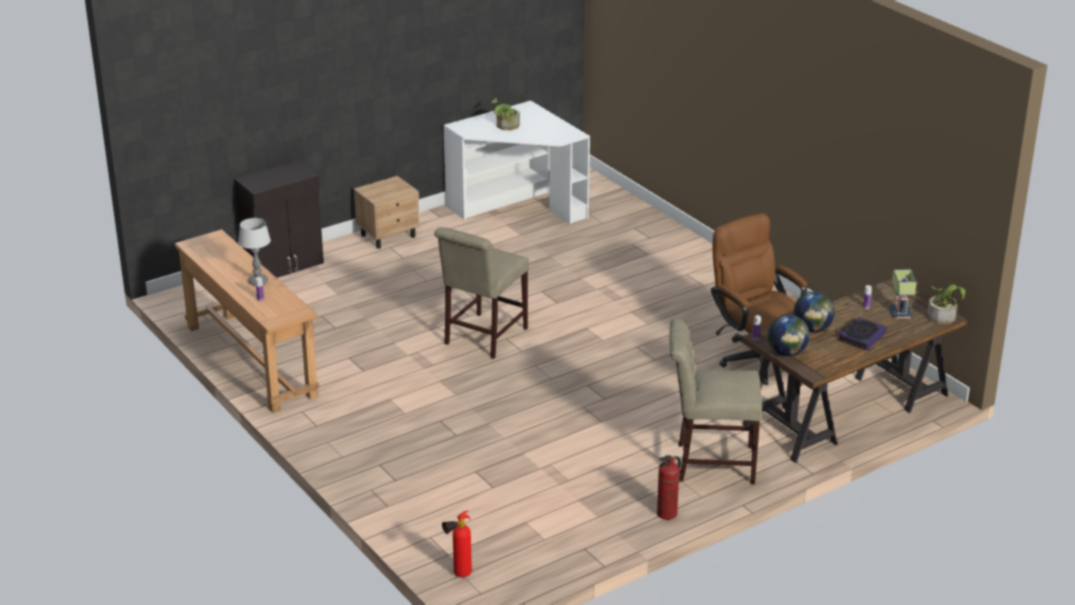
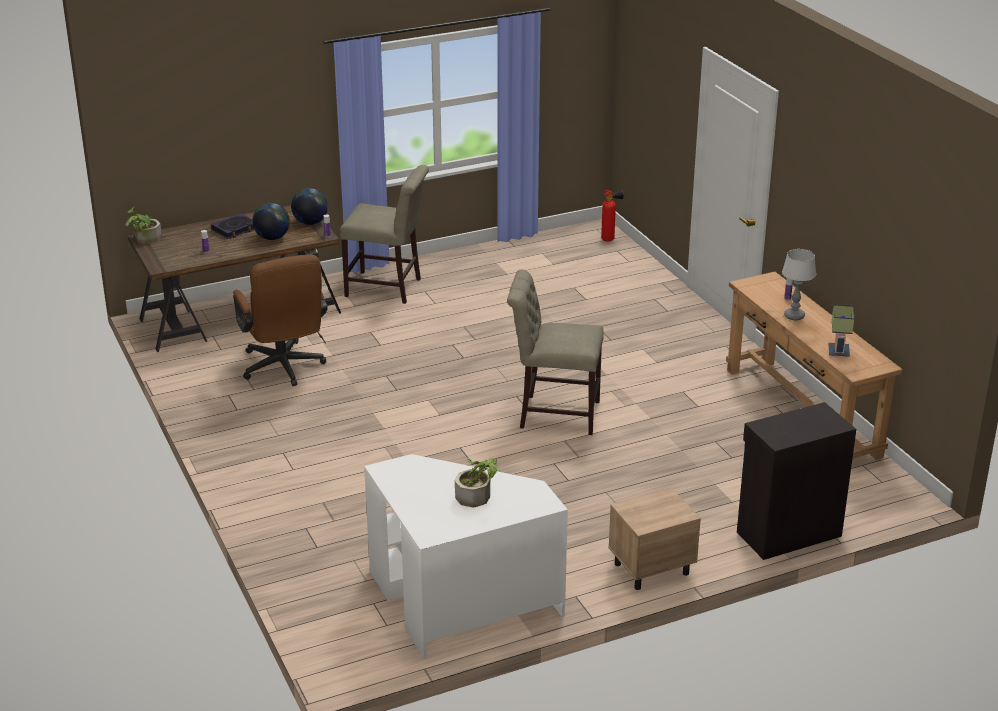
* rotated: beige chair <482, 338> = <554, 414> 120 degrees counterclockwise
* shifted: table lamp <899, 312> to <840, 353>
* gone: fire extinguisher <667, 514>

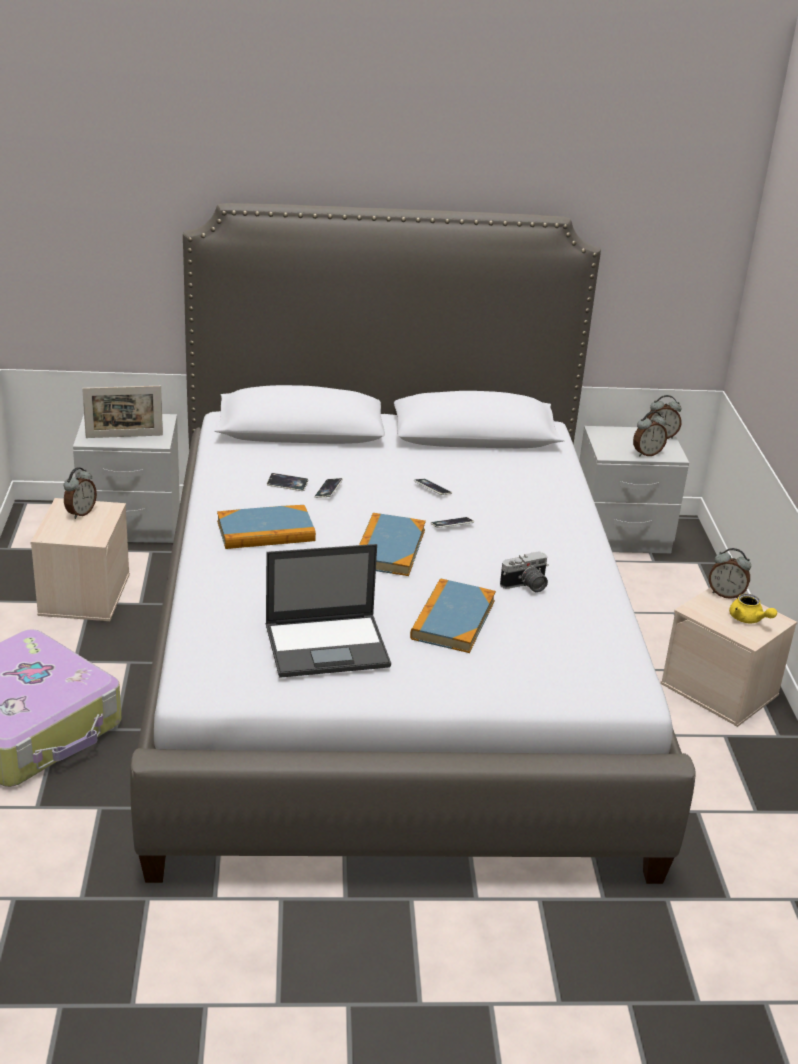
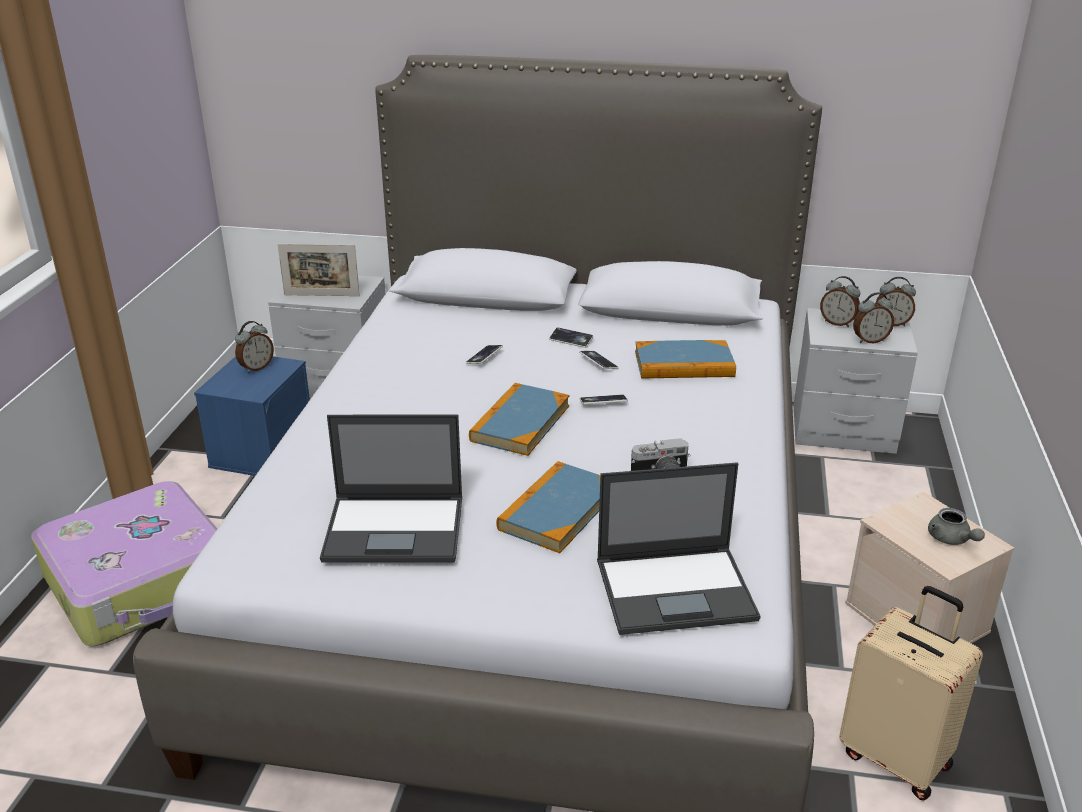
* shifted: phone <287, 484> to <571, 340>
* repainted: beige storage box <83, 593> to blue storage box <262, 449>
* shifted: book <265, 531> to <684, 364>
* shifted: alarm clock <726, 594> to <837, 323>
* repainted: yellow teapot <748, 619> to grey teapot <951, 539>
* new: laptop <677, 589>
* new: beige suitcase <896, 758>

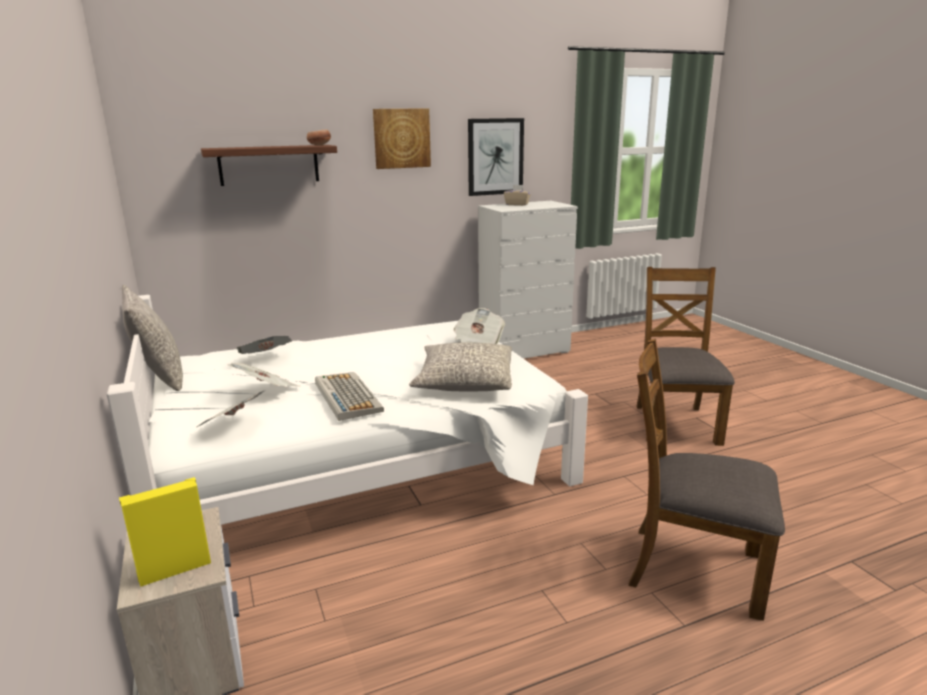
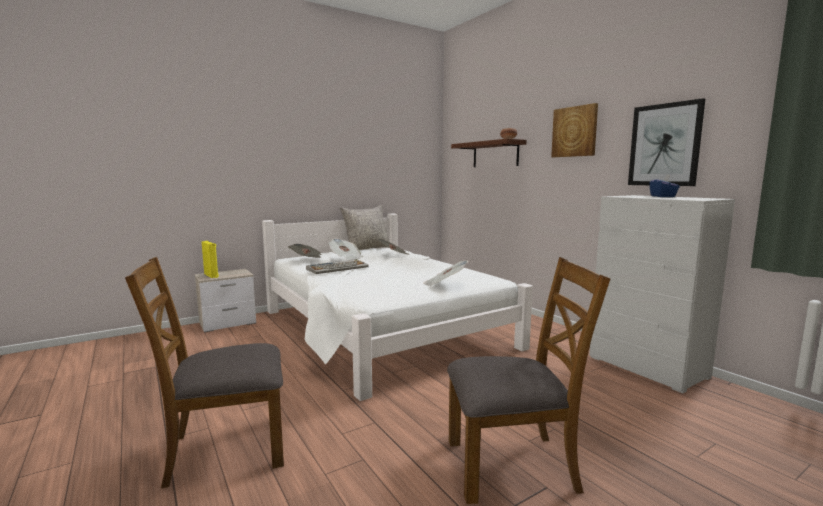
* repainted: beige tissue box <517, 204> to blue tissue box <663, 196>
* rotated: brown chair <693, 568> = <226, 449> 120 degrees counterclockwise
* gone: grey pillow <464, 381>

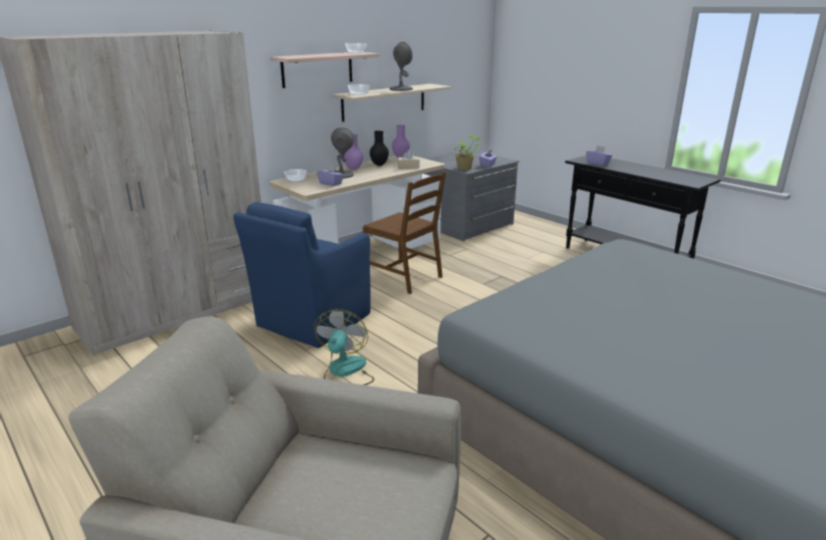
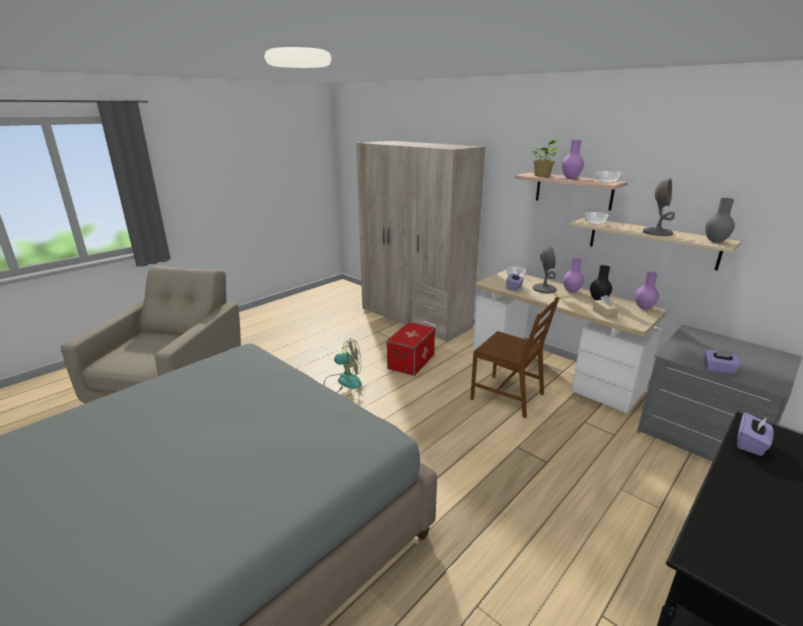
* shifted: potted plant <465, 168> to <542, 176>
* rotated: brown chair <405, 277> = <508, 396> 90 degrees counterclockwise
* swapped: blue armchair <311, 322> to storage box <411, 361>
* new: purple vase <570, 178>
* new: grey vase <716, 241>

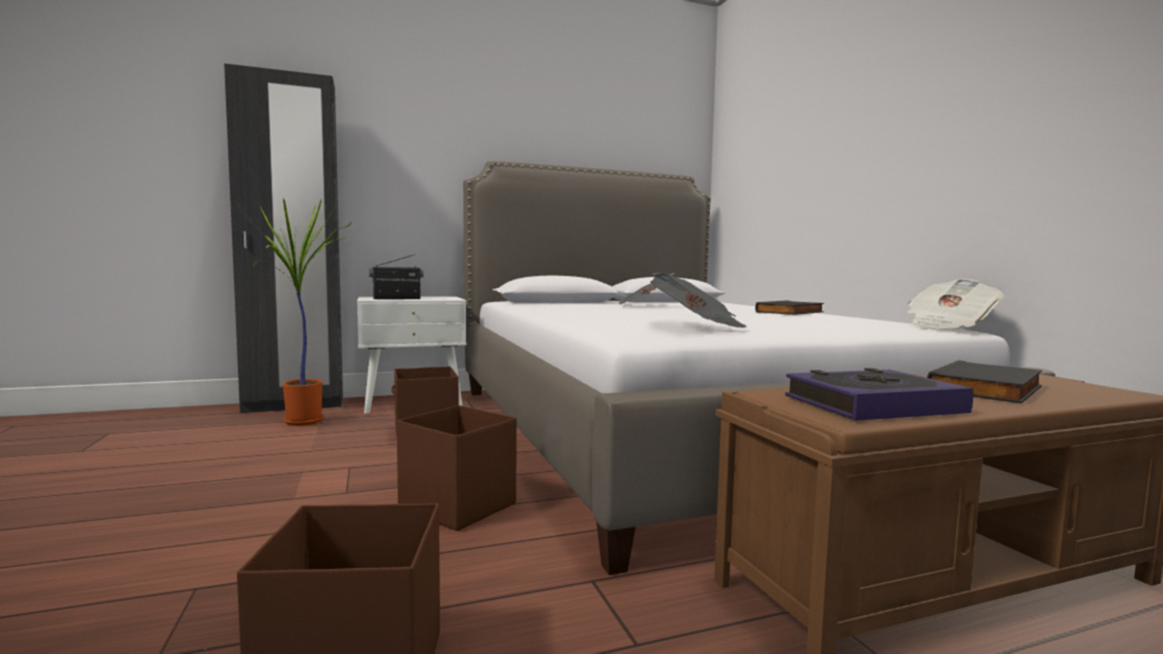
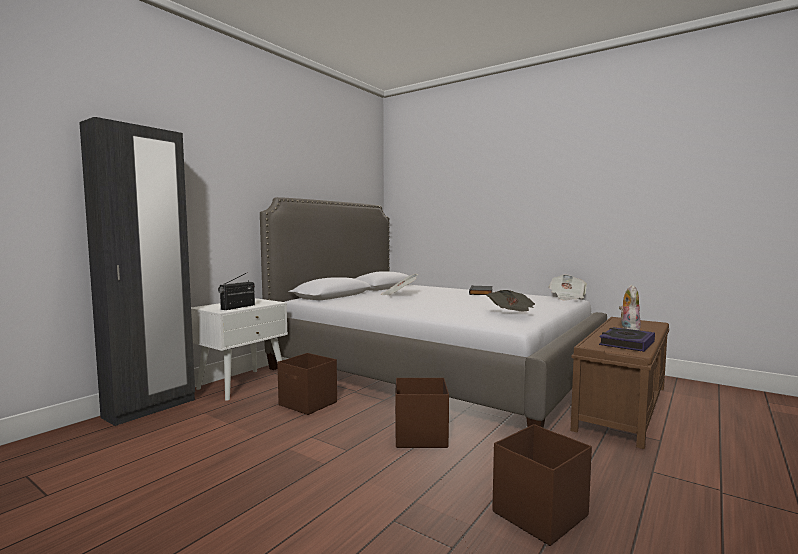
* gone: potted plant <305, 422>
* swapped: black book <988, 389> to plush toy <628, 328>

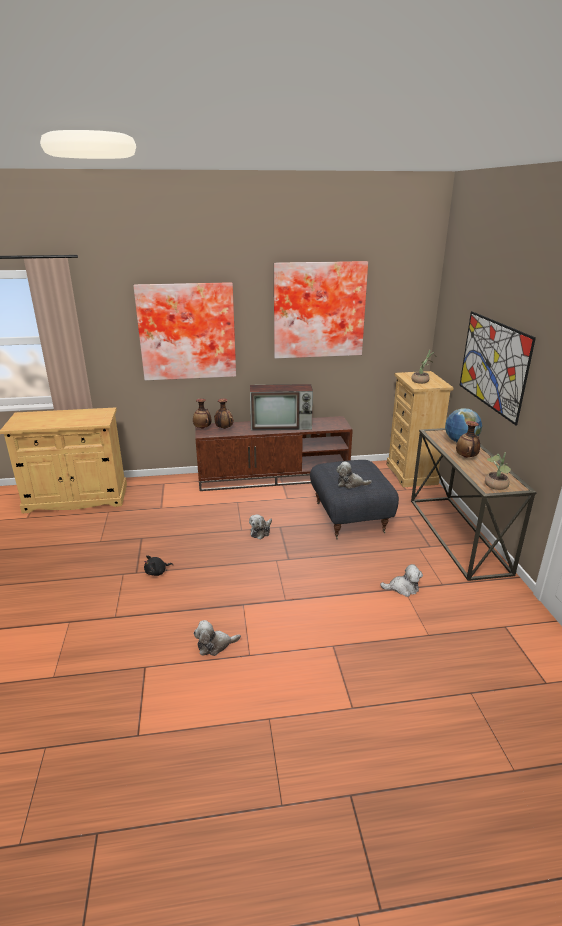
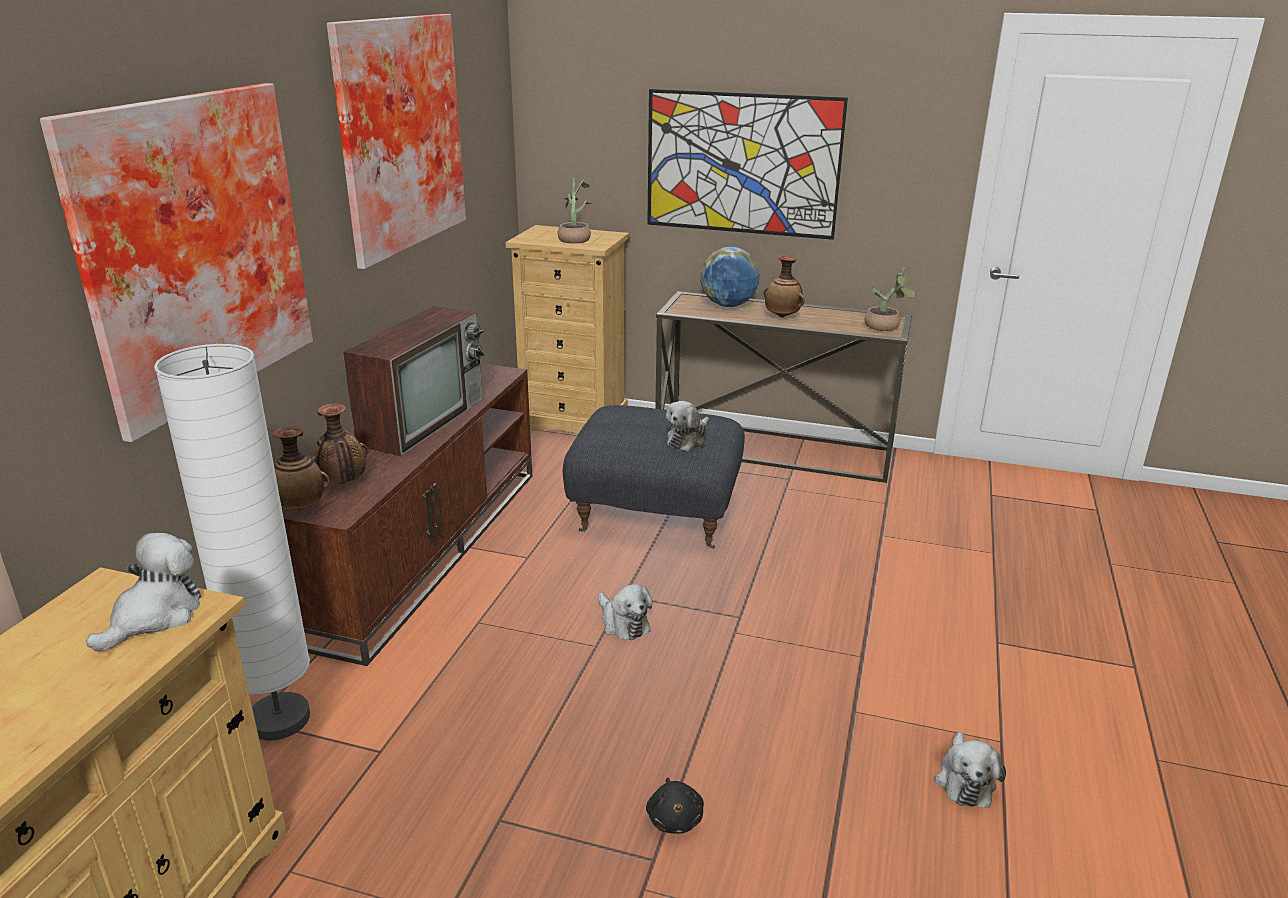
* shifted: plush toy <403, 588> to <155, 616>
* new: white floor lamp <279, 720>

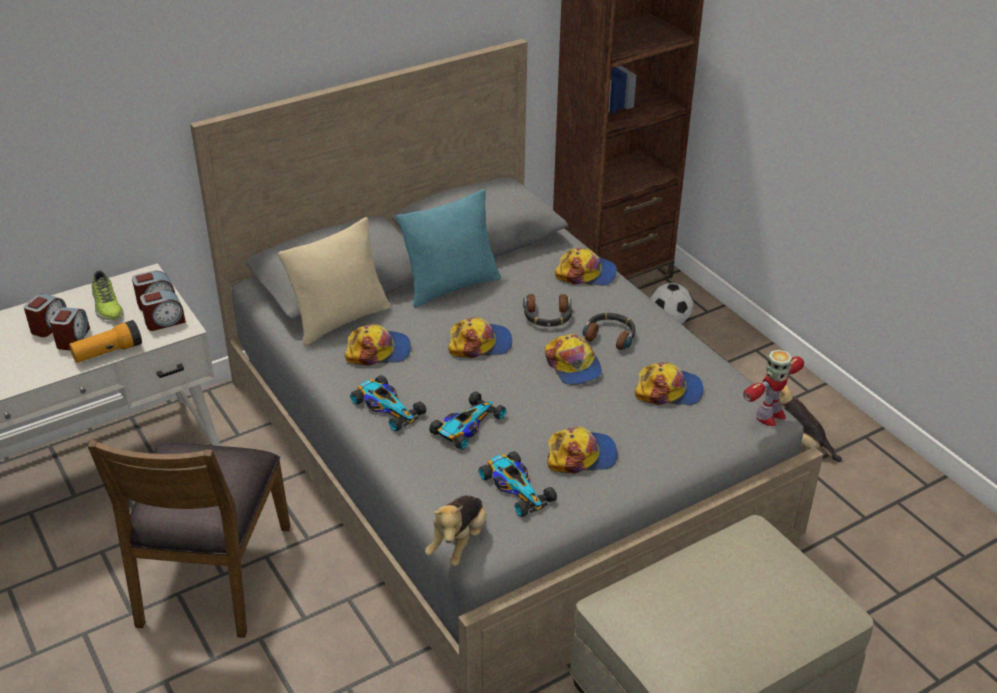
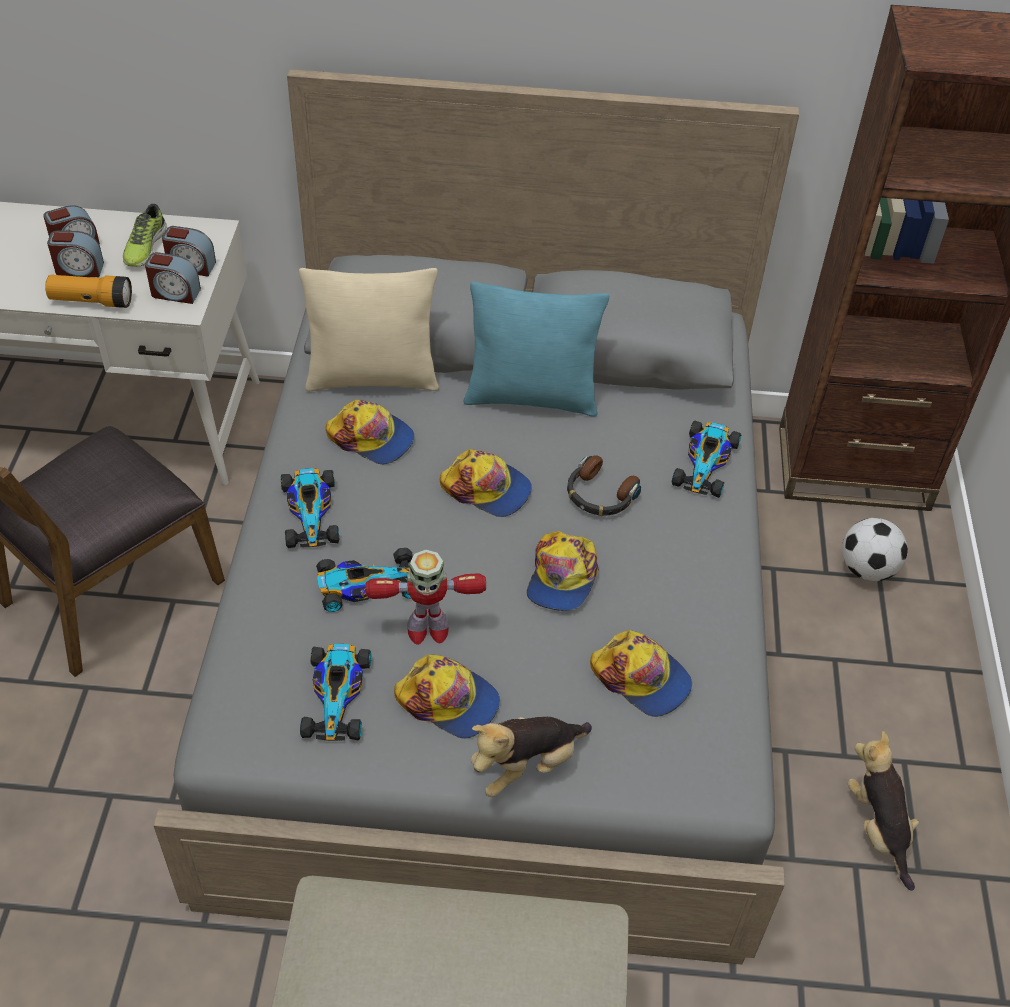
* swapped: cap <586, 273> to toy car <706, 462>
* rotated: alarm clock <73, 338> = <79, 269> 45 degrees clockwise
* gone: headphones <610, 335>
* shifted: toy robot <769, 416> to <427, 629>
* shifted: plush toy <459, 542> to <526, 766>

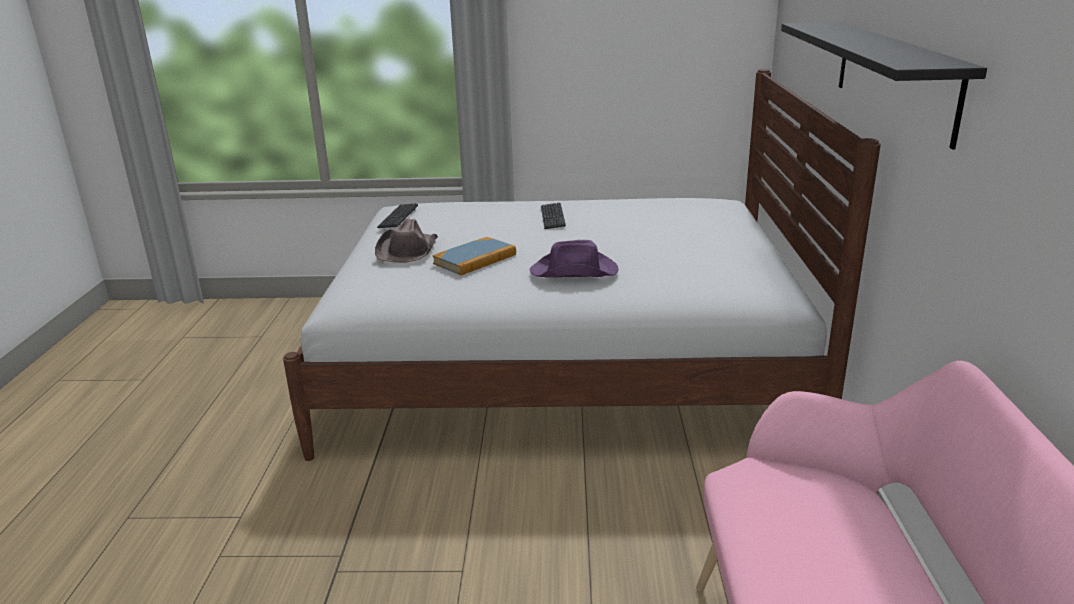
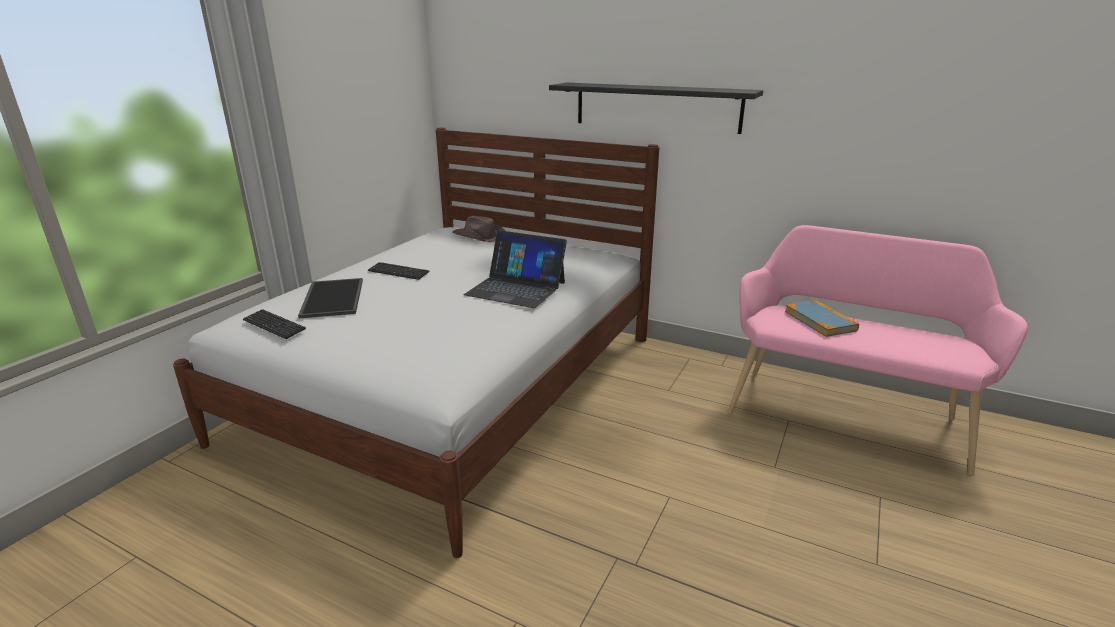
* shifted: brown hat <407, 250> to <479, 236>
* shifted: book <475, 259> to <820, 321>
* swapped: purple hat <575, 271> to laptop <516, 288>
* new: tray <331, 298>

